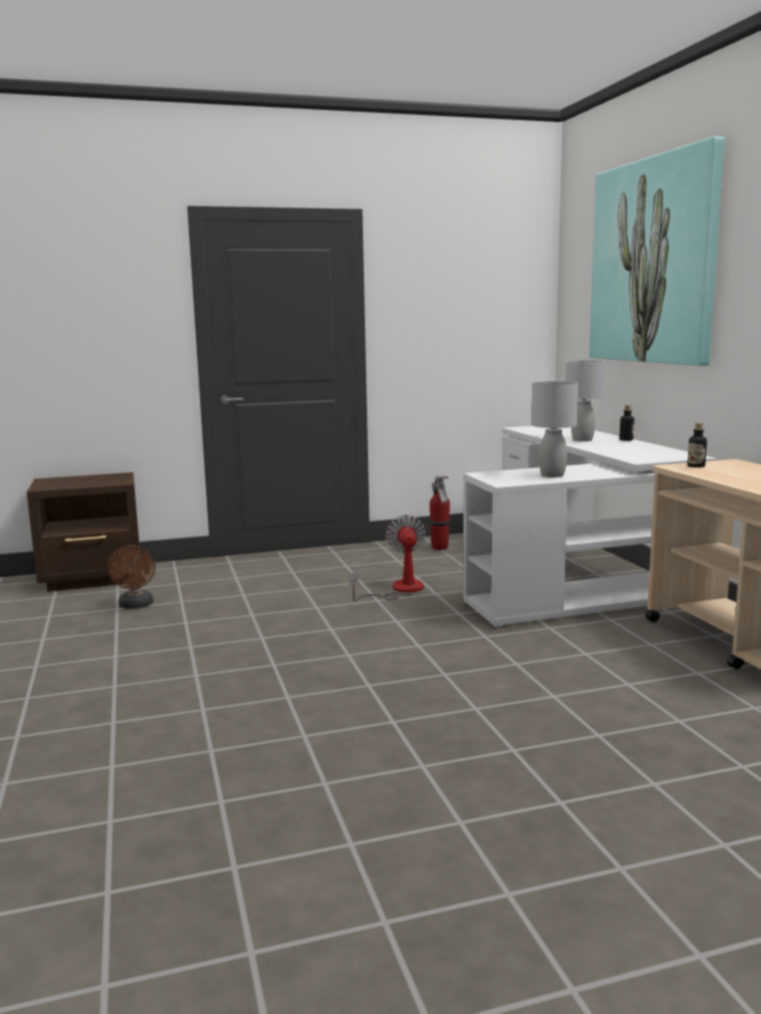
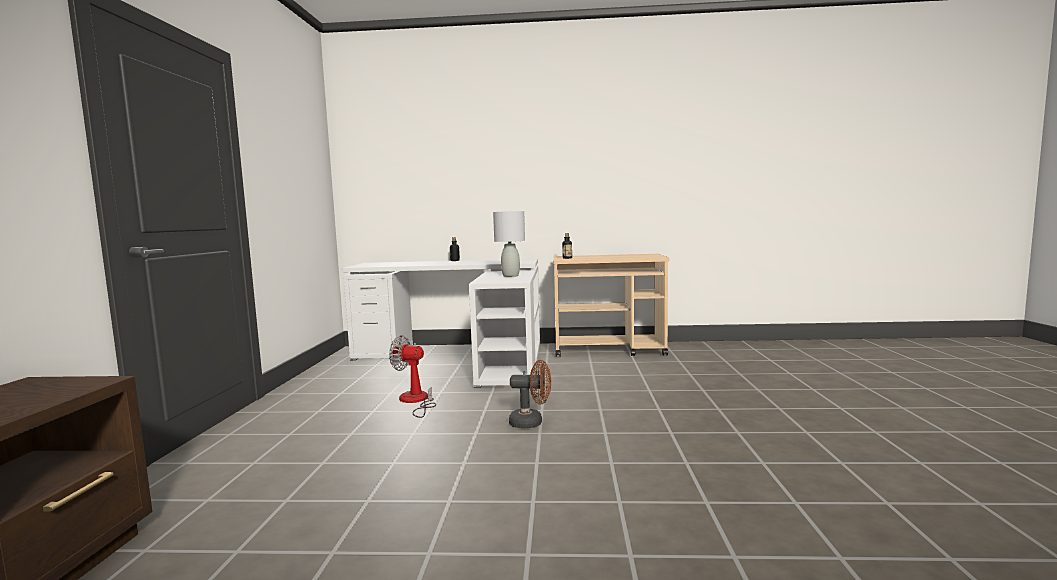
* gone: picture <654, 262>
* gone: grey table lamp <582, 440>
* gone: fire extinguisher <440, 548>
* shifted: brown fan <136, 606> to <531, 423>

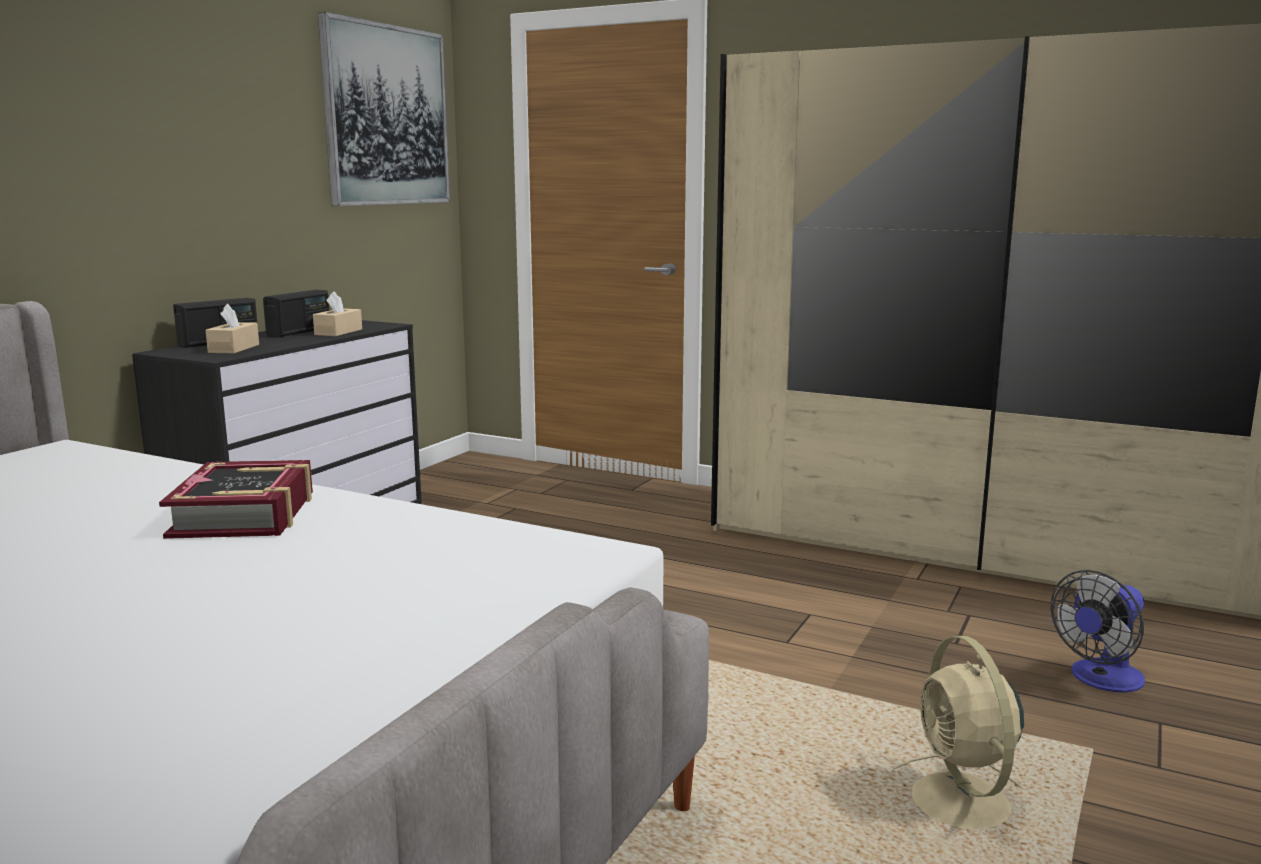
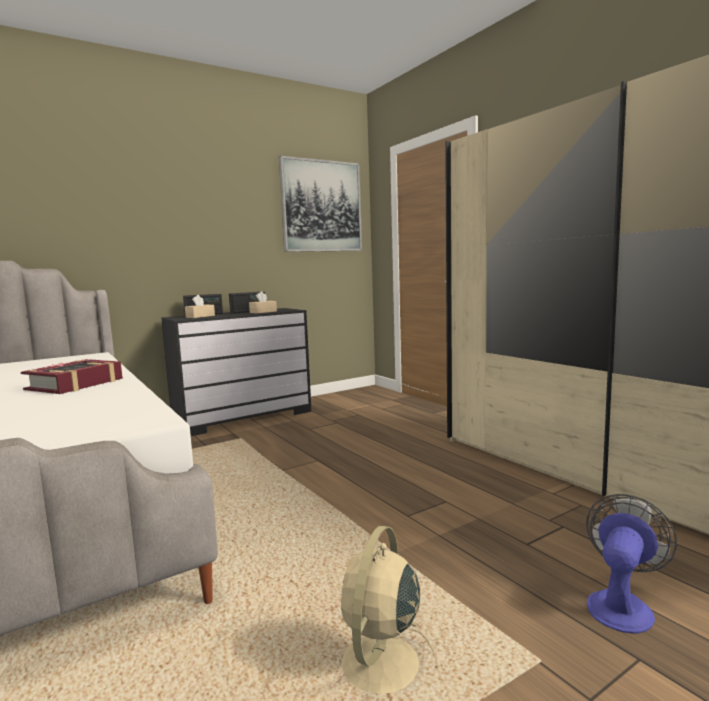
* rotated: fan <1101, 680> = <621, 604> 135 degrees clockwise

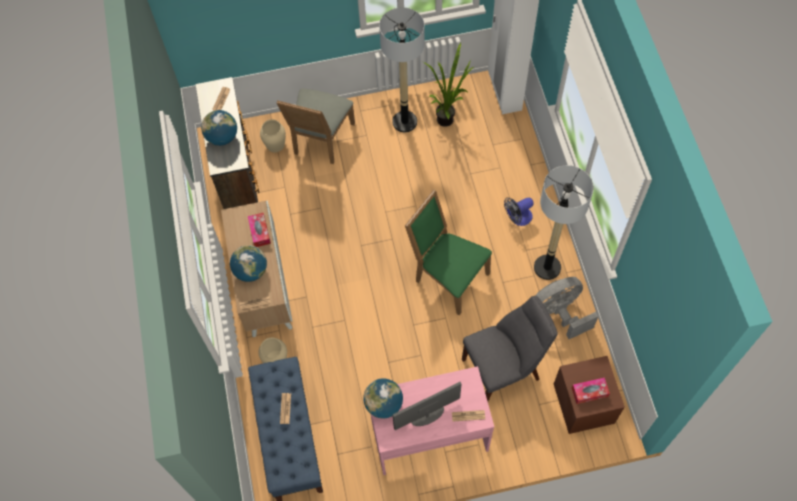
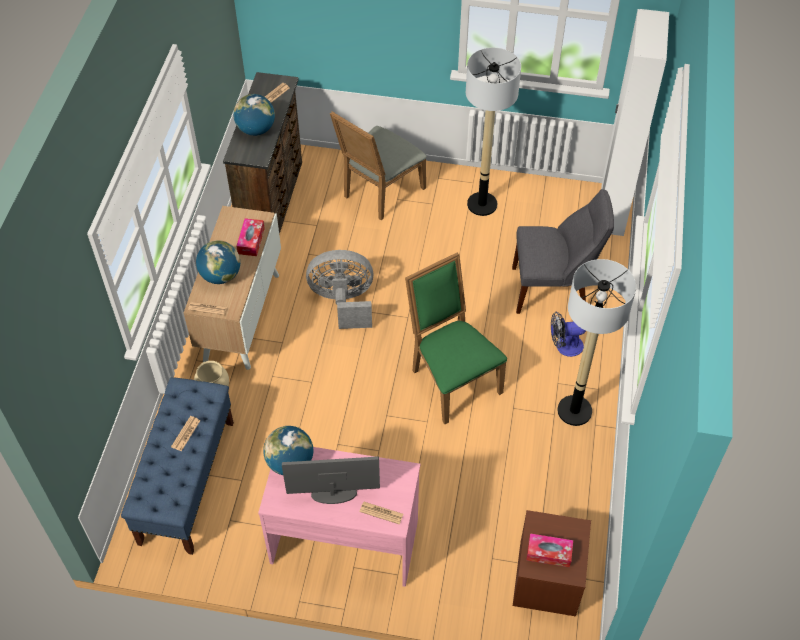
* gone: potted plant <448, 118>
* gone: beige vase <275, 144>
* shifted: grey fan <558, 313> to <343, 302>
* shifted: grey chair <504, 368> to <553, 290>

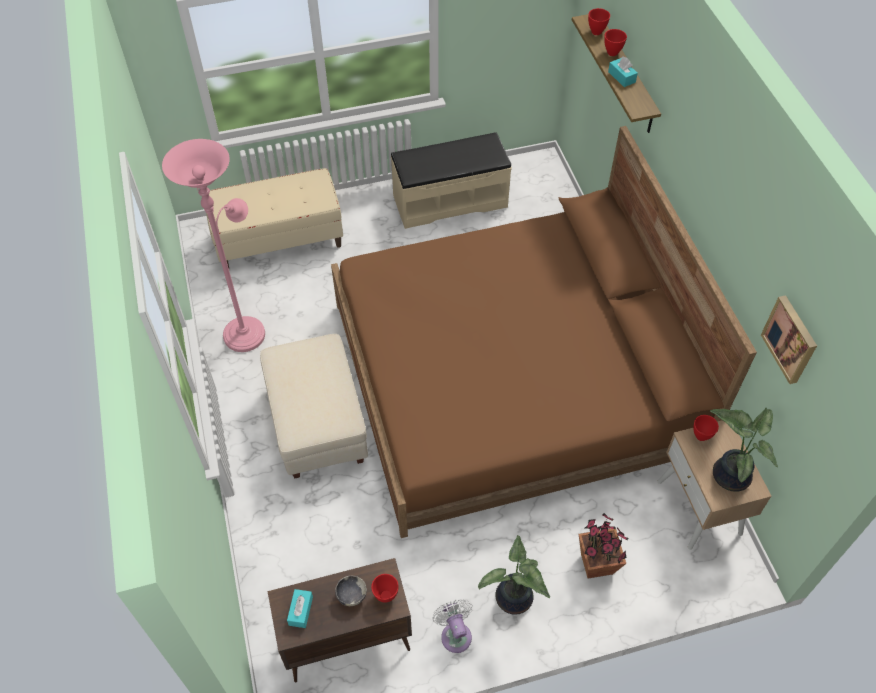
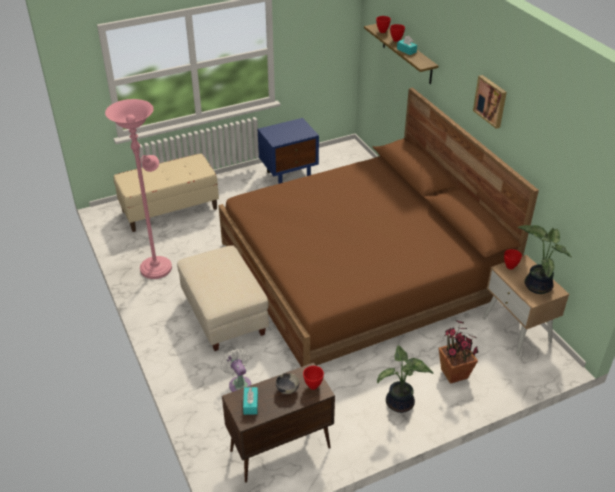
* swapped: beige bench <449, 201> to blue nightstand <289, 175>
* shifted: picture <791, 339> to <491, 101>
* shifted: white fan <455, 634> to <239, 383>

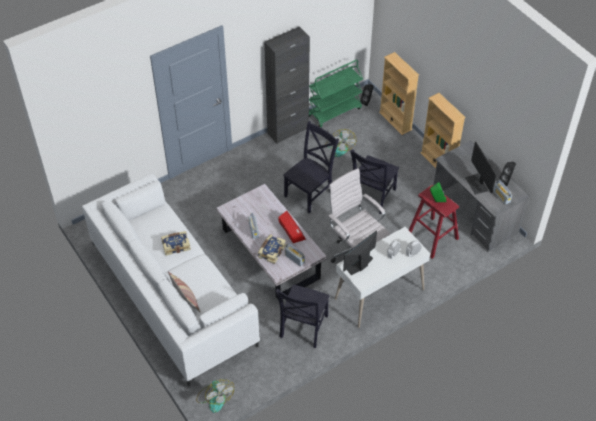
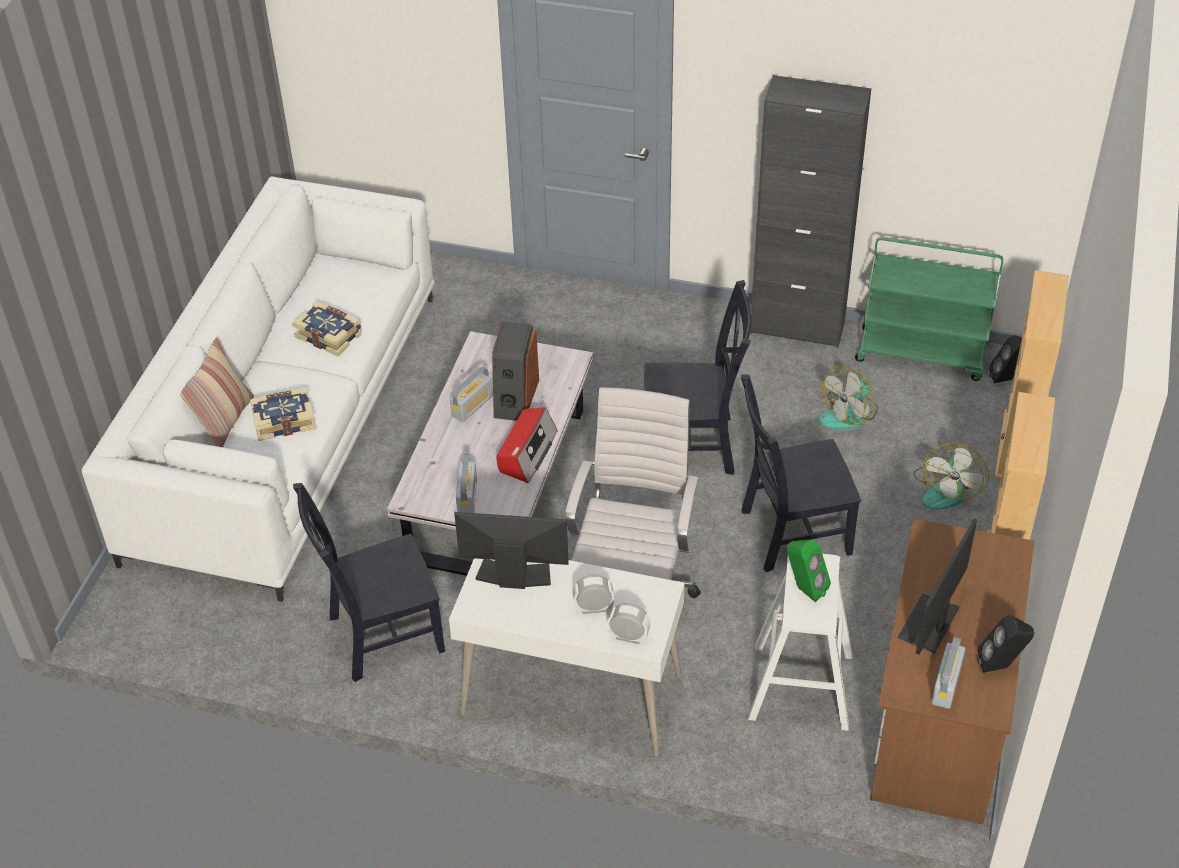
* repainted: grey desk <474, 214> to brown desk <940, 716>
* repainted: red stool <432, 237> to white stool <801, 686>
* shifted: book <271, 251> to <284, 421>
* shifted: fan <214, 398> to <947, 489>
* new: speaker <515, 398>

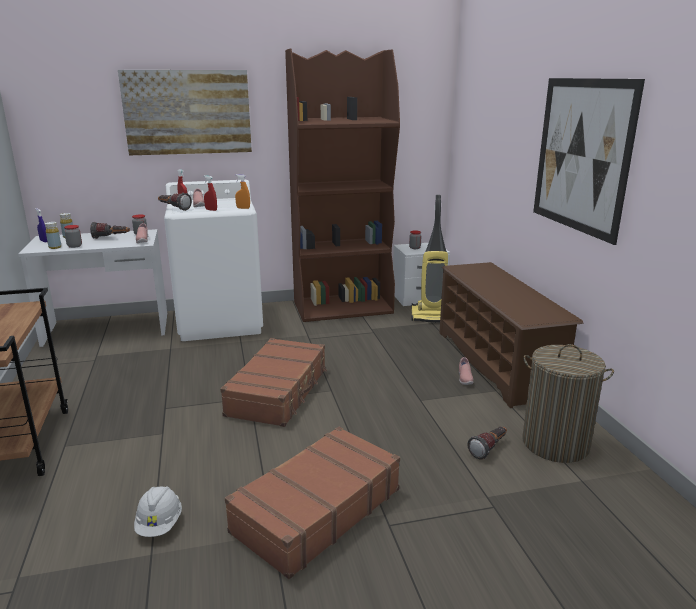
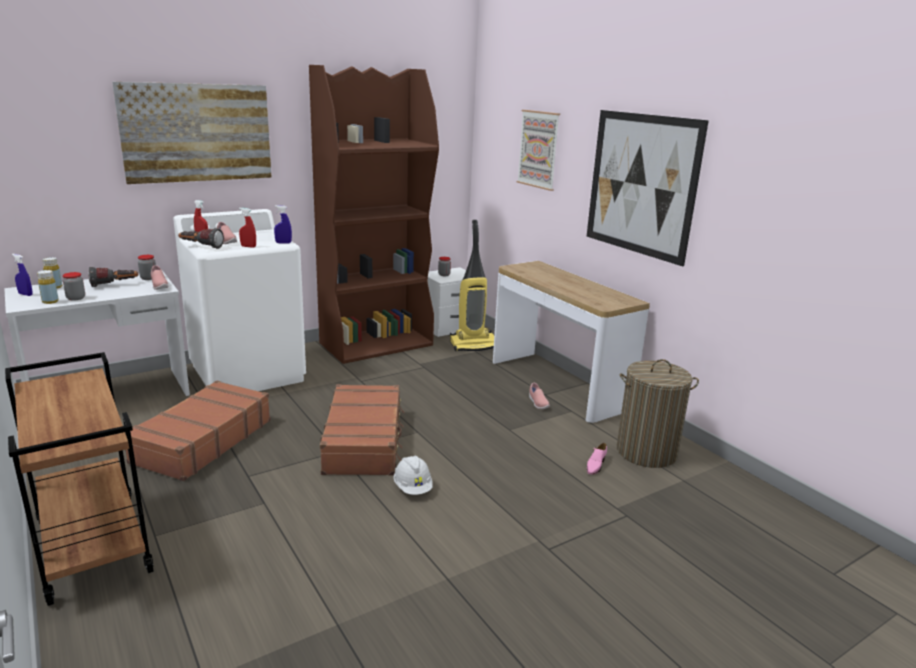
* repainted: orange spray bottle <243, 208> to blue spray bottle <283, 243>
* swapped: brown shoe rack <496, 363> to console table <557, 385>
* shifted: brown suitcase <316, 510> to <202, 441>
* swapped: flashlight <489, 449> to pink shoe <595, 465>
* shifted: white hard hat <159, 524> to <413, 488>
* new: picture <538, 149>

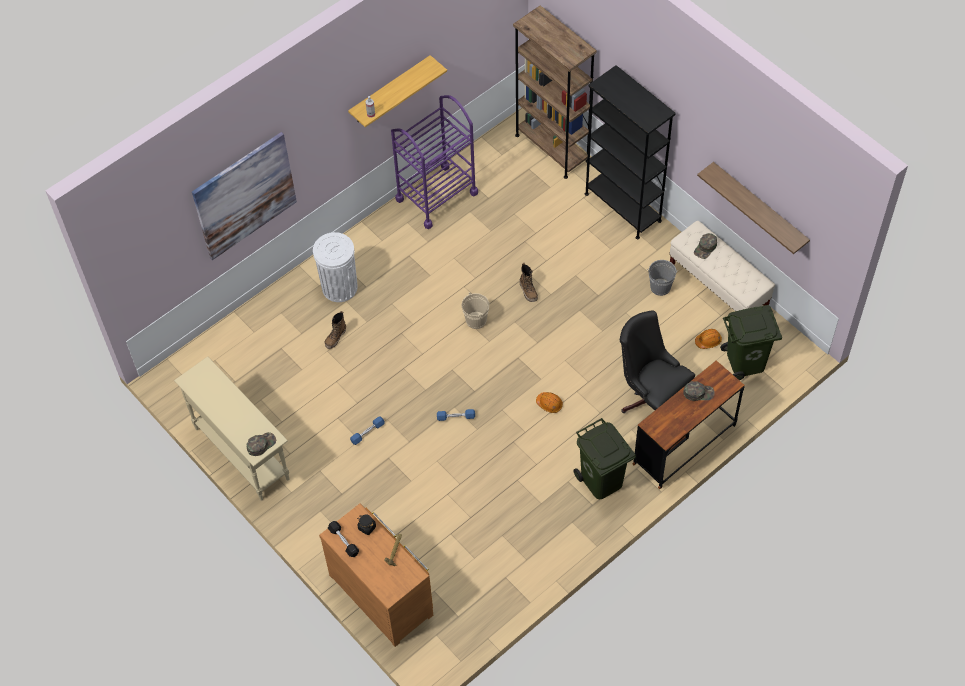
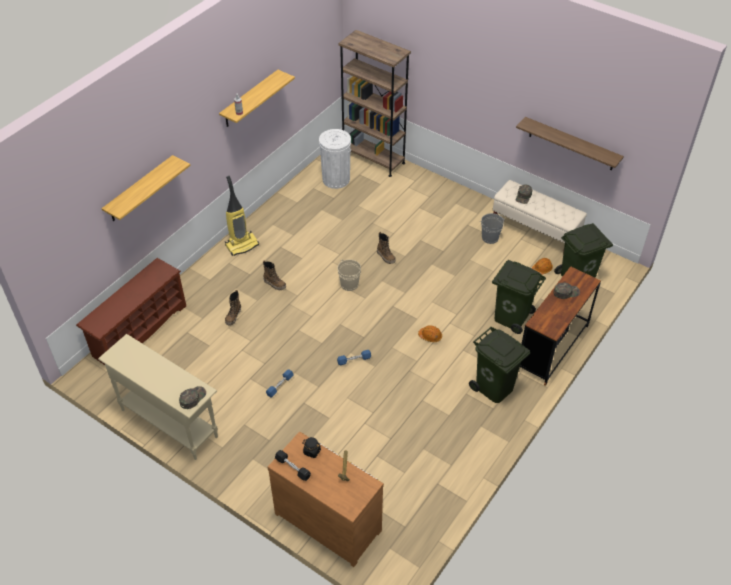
* gone: black bookcase <622, 207>
* gone: purple cart <436, 196>
* swapped: picture <244, 195> to shelf <140, 189>
* shifted: white trash can <339, 287> to <336, 179>
* swapped: black office chair <650, 397> to green trash can <511, 317>
* new: vacuum cleaner <242, 245>
* new: brown shoe rack <139, 330>
* new: boot <275, 284>

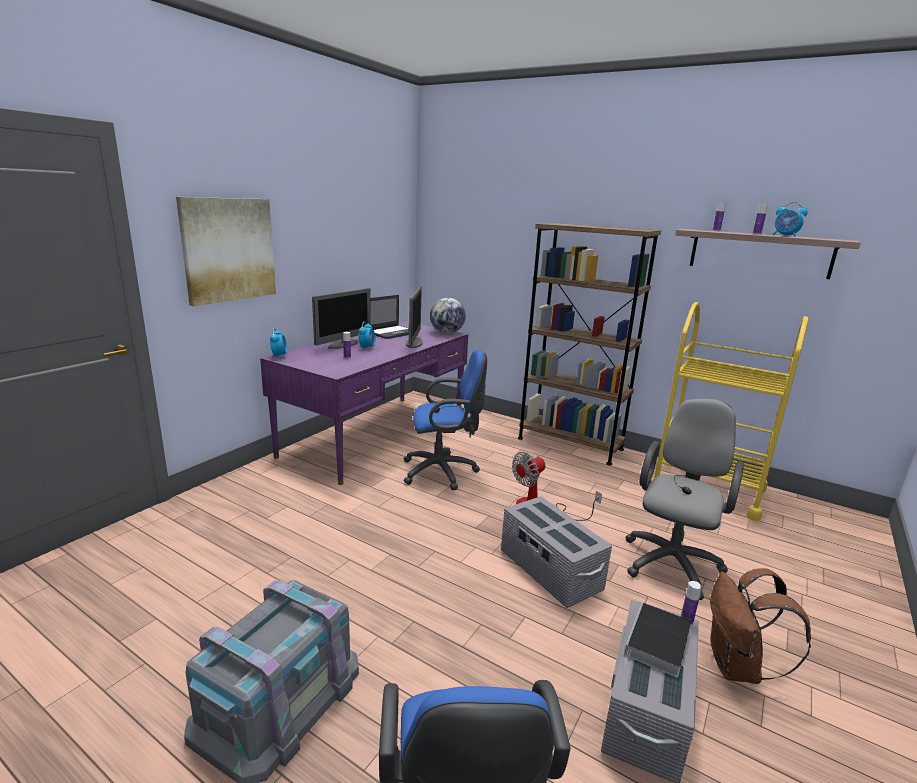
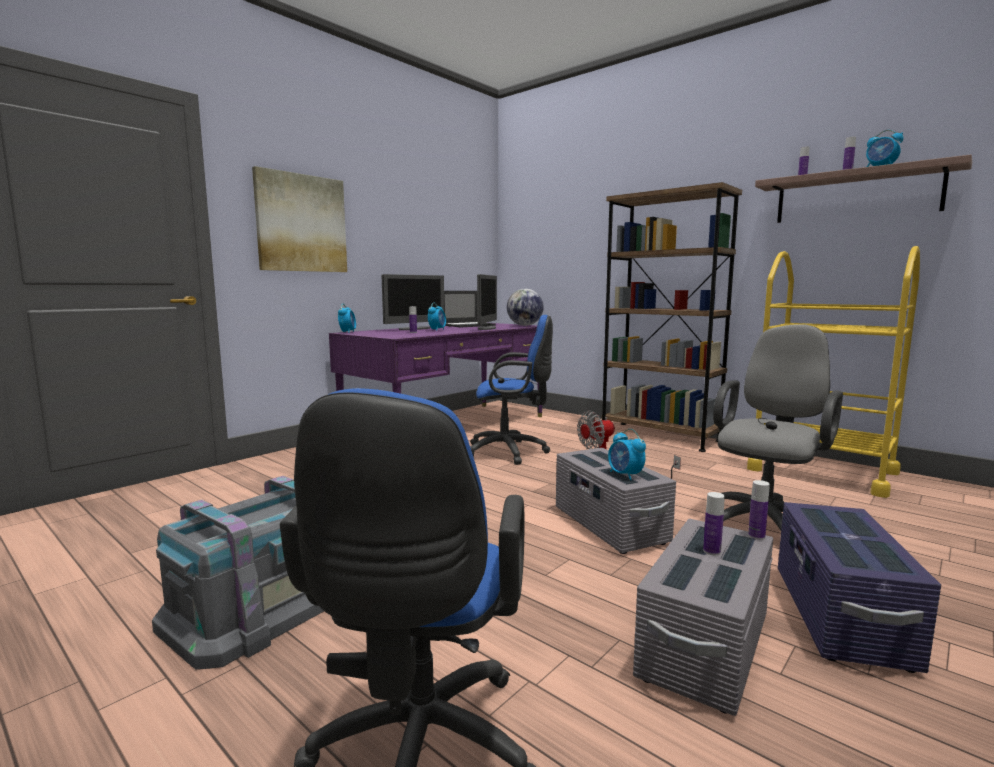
* swapped: brown backpack <737, 667> to purple storage box <840, 617>
* swapped: book <657, 644> to bottle <711, 551>
* new: alarm clock <625, 475>

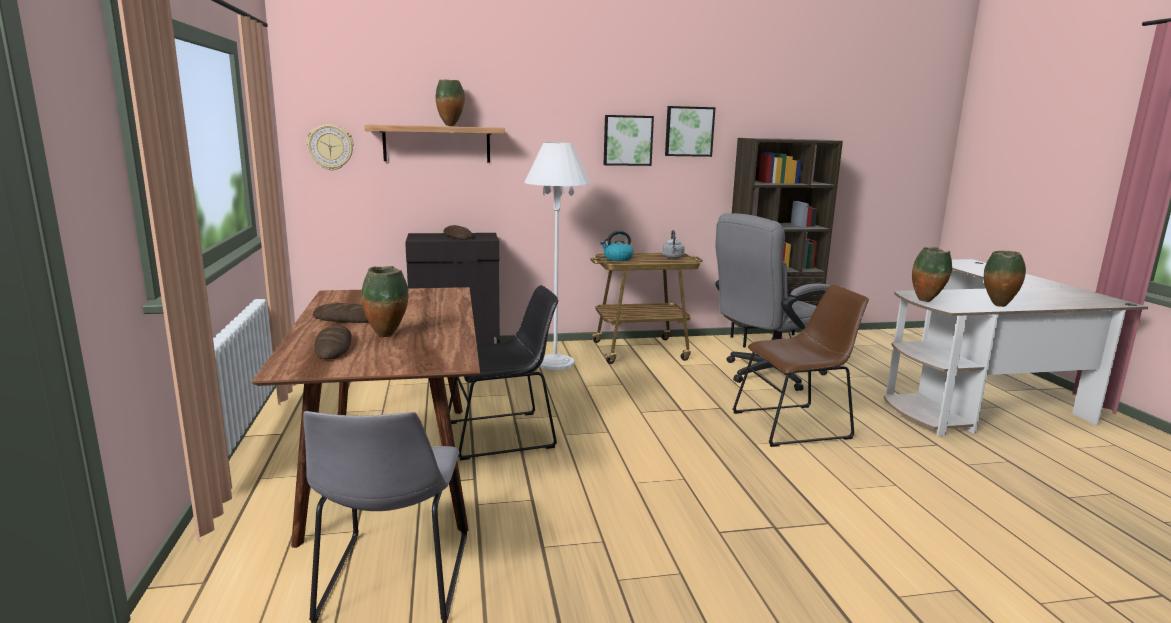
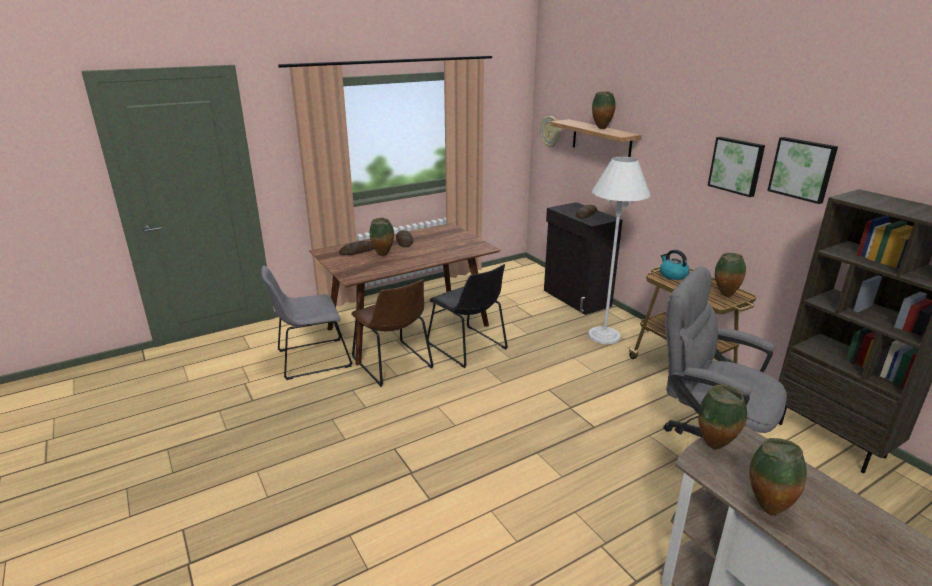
* swapped: grey kettle <673, 257> to vase <725, 295>
* shifted: brown chair <795, 425> to <393, 364>

